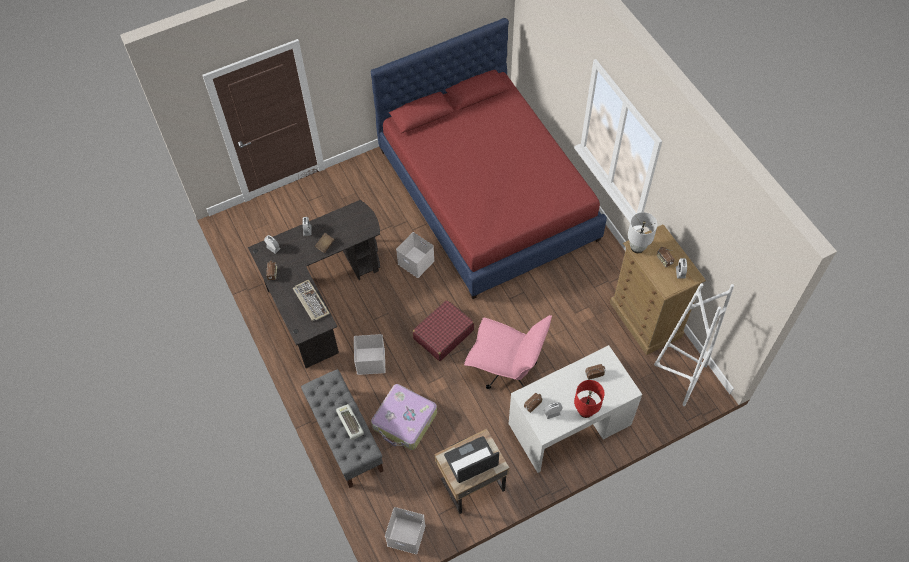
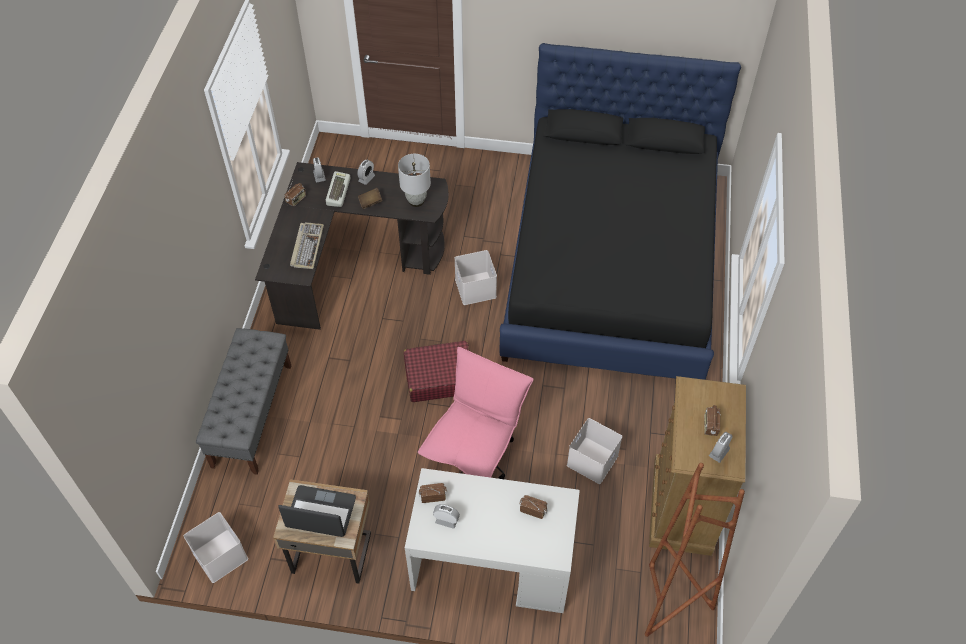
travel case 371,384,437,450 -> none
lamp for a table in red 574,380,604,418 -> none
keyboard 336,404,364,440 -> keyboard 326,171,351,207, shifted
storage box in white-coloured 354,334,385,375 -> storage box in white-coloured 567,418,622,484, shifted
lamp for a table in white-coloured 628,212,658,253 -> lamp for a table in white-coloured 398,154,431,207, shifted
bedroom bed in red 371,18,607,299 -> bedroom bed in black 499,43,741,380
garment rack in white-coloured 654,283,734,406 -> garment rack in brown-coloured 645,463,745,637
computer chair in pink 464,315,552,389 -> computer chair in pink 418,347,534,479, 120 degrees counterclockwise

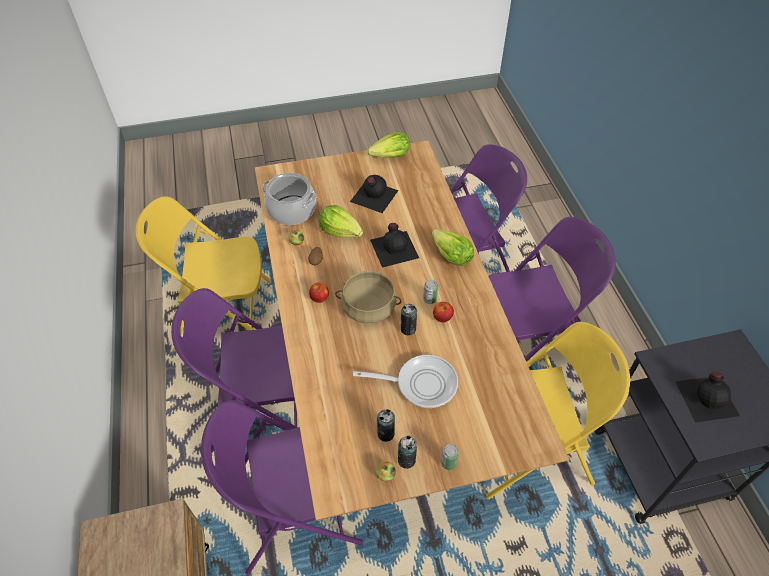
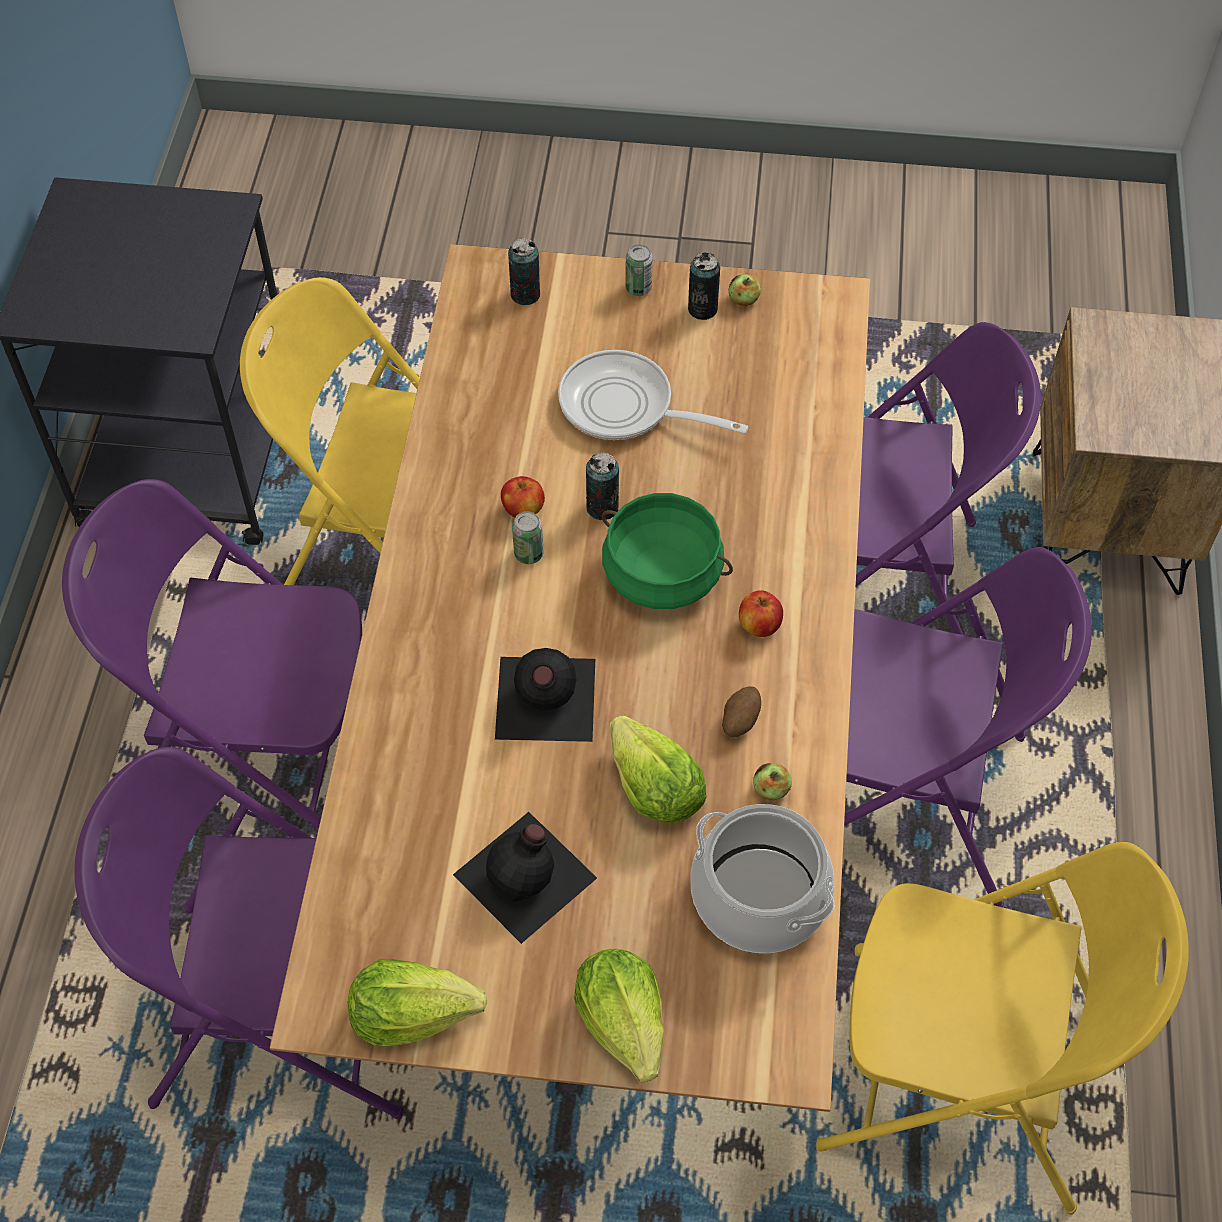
drink bottle in black 675,372,740,423 -> none
sealed can 377,409,395,442 -> sealed can 508,238,540,305, shifted
lettuce 432,229,474,266 -> lettuce 574,949,664,1082, shifted
cooking pot in beige-coloured 335,271,402,323 -> cooking pot in green-coloured 602,493,733,609

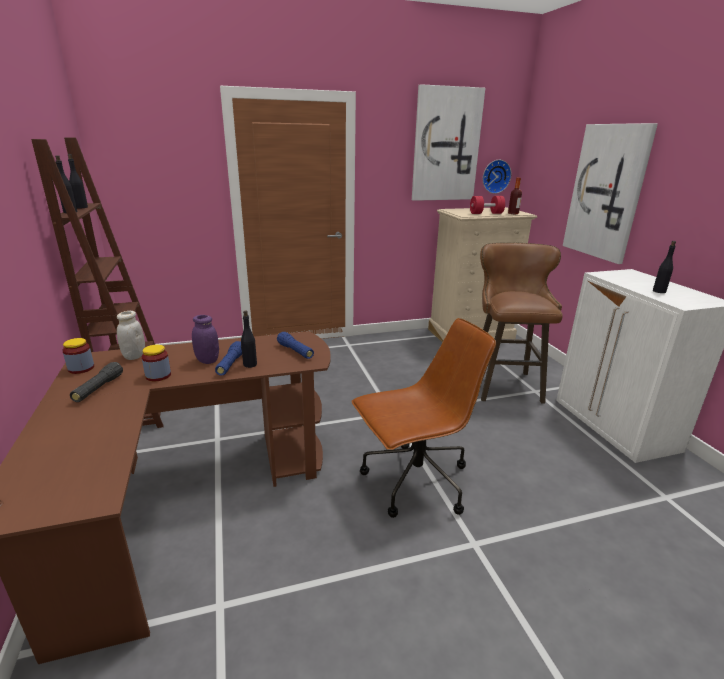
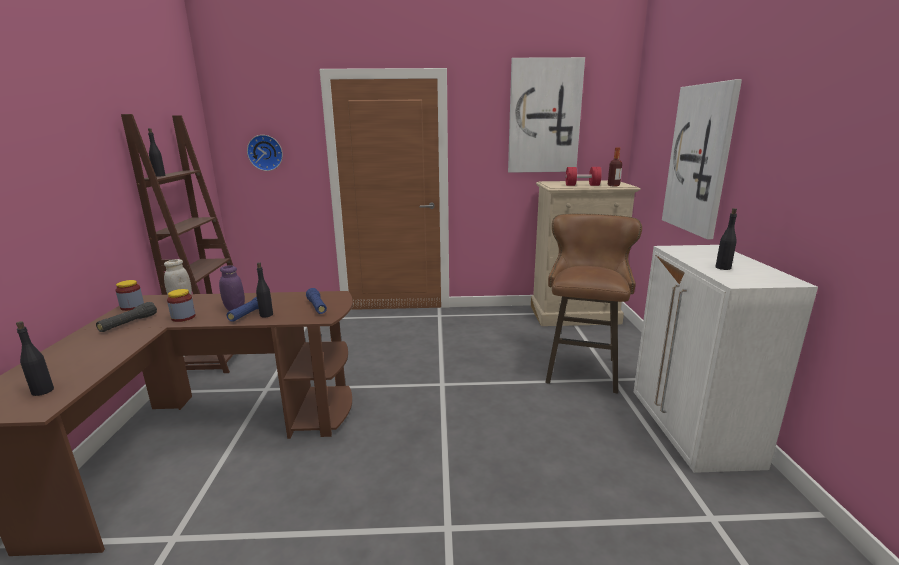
computer chair in brown-coloured 352,318,496,518 -> none
drink bottle in black 68,154,88,209 -> drink bottle in black 16,321,54,396, shifted
hanging clock 483,160,511,194 -> hanging clock 247,135,283,171, shifted

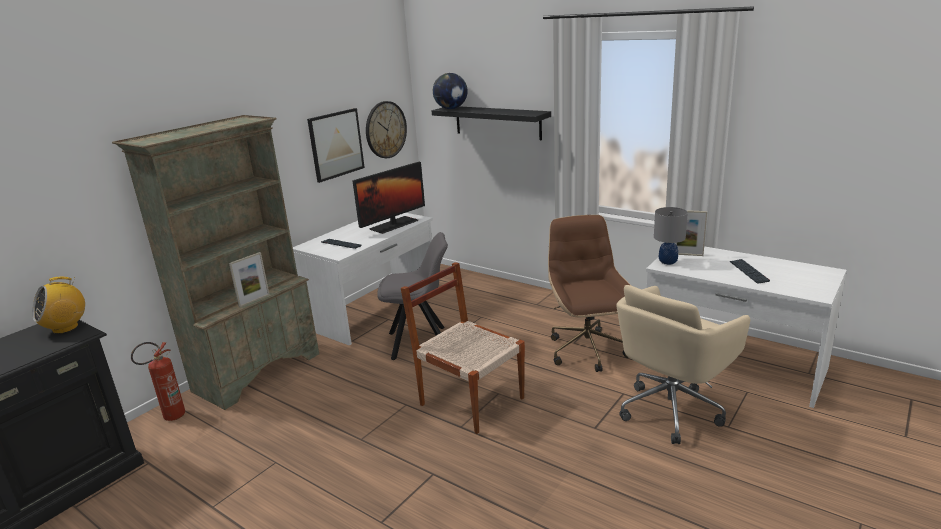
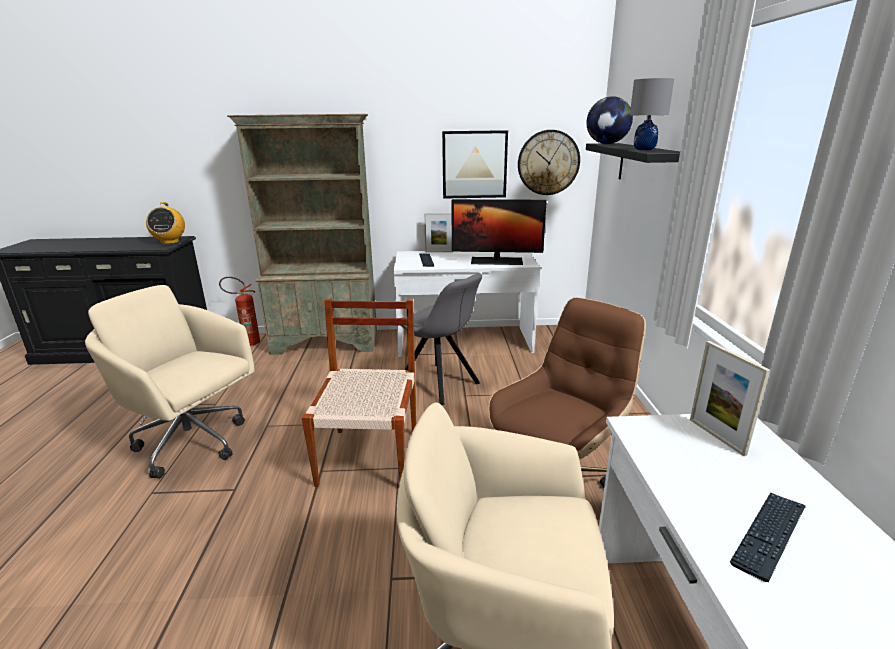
none -> computer chair in beige-coloured 85,285,254,479
photo frame 229,252,270,307 -> photo frame 424,213,452,252, shifted
lamp for a table in gray 654,207,688,265 -> lamp for a table in gray 630,78,674,150, shifted
radio set 32,277,85,334 -> radio set 146,202,185,244, 105 degrees counterclockwise

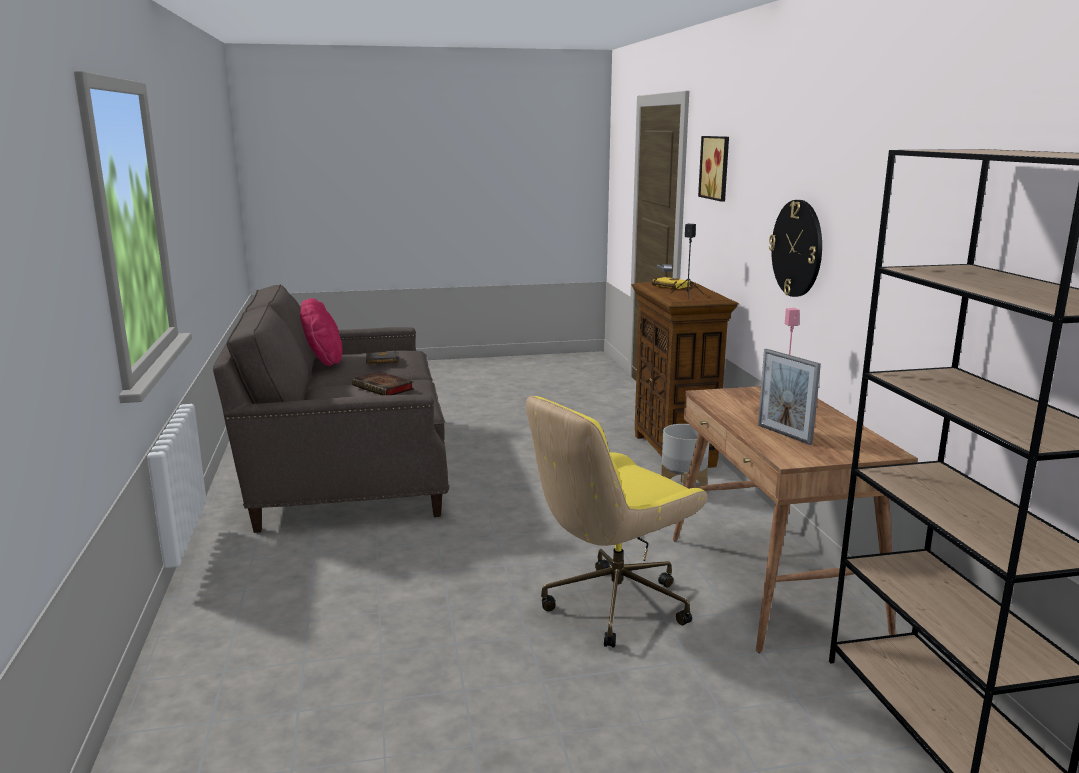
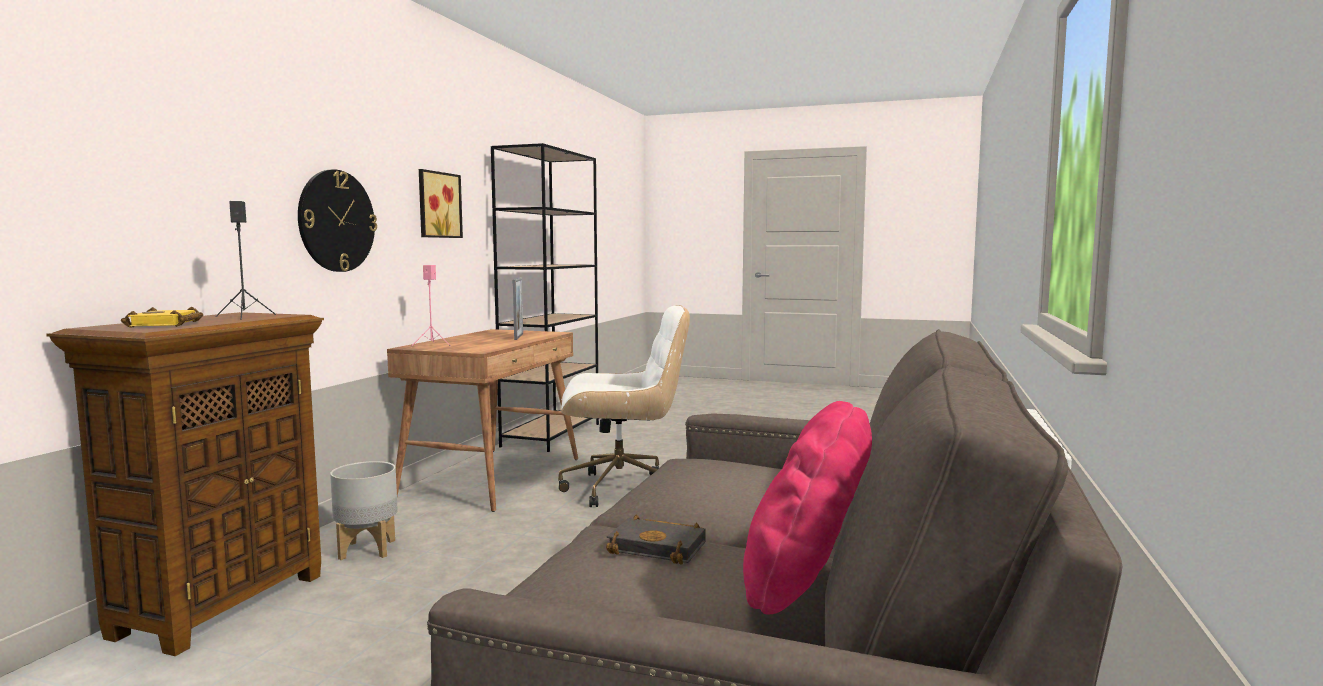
book 352,371,414,395 -> none
wall picture 698,136,729,202 -> wall picture 419,169,463,238, shifted
computer chair in yellowish 526,396,708,647 -> computer chair in white-coloured 558,305,690,507

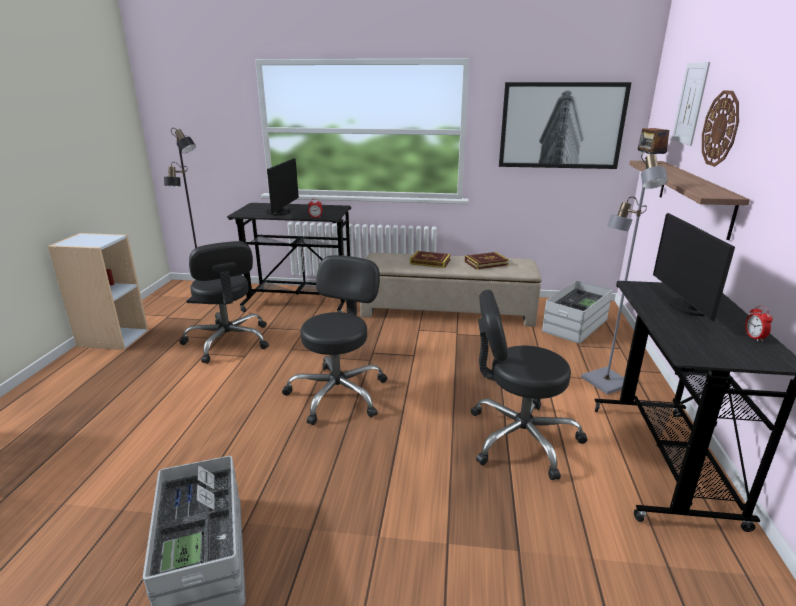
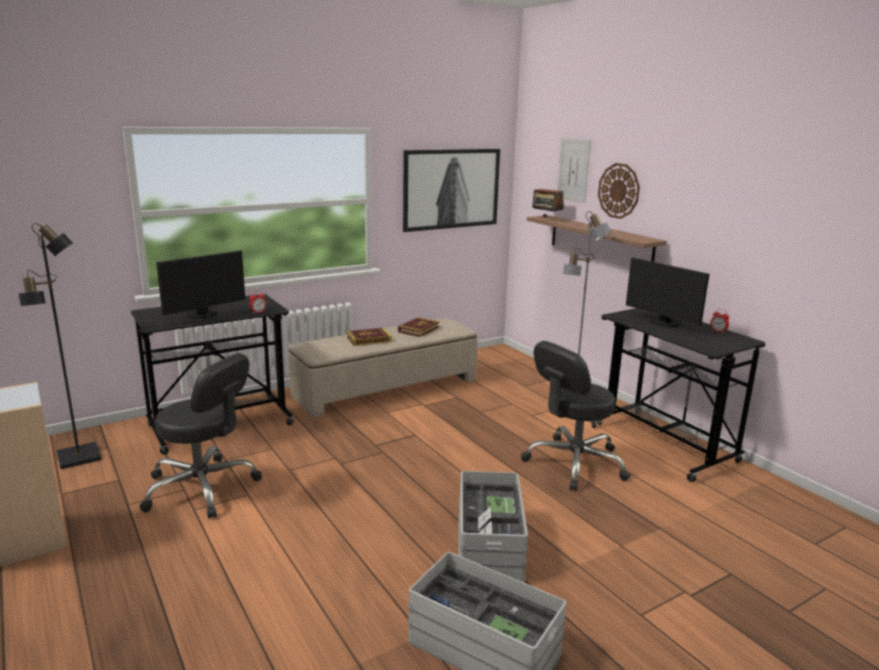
computer chair in black 282,255,388,425 -> none
storage box in gray 542,281,613,343 -> storage box in gray 459,471,528,583, shifted
computer display 266,158,299,215 -> computer display 156,250,245,318, 75 degrees clockwise

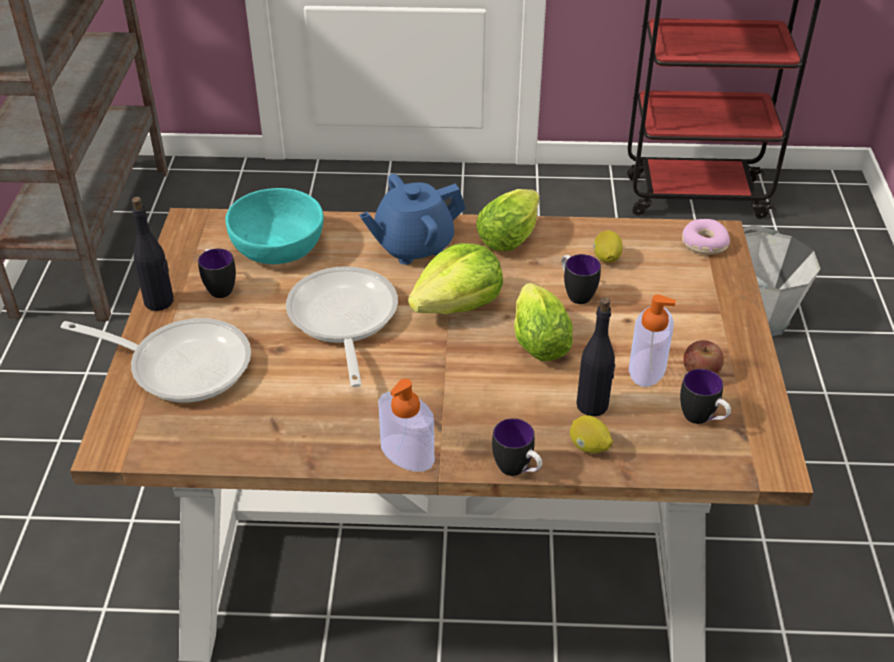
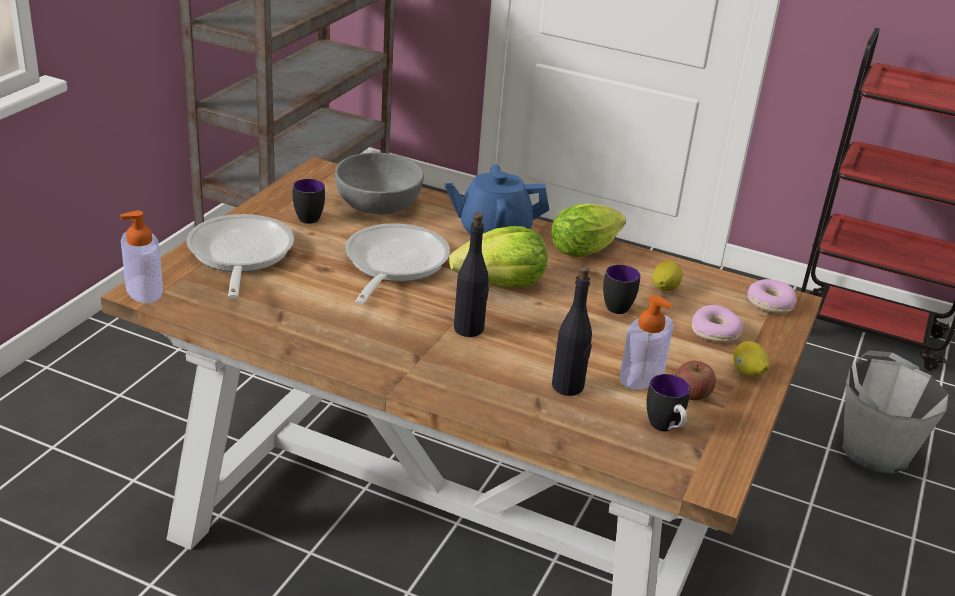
coffee mug 492,418,543,476 -> none
lettuce 514,283,573,361 -> none
none -> ring doughnut 692,305,743,342
drink bottle in black 132,197,174,311 -> drink bottle in black 454,213,489,337, shifted
soap bottle 378,379,434,472 -> soap bottle 120,211,163,303, shifted
whole lemon 570,415,613,453 -> whole lemon 733,341,769,376, shifted
bowl in turquoise 225,188,324,264 -> bowl in gray 335,152,424,214
pan 61,318,251,403 -> pan 187,214,294,298, 135 degrees counterclockwise

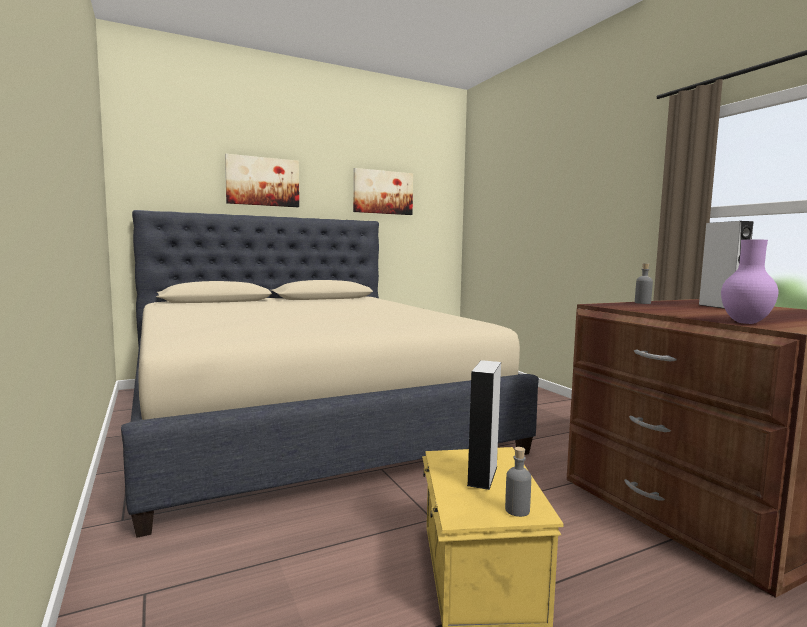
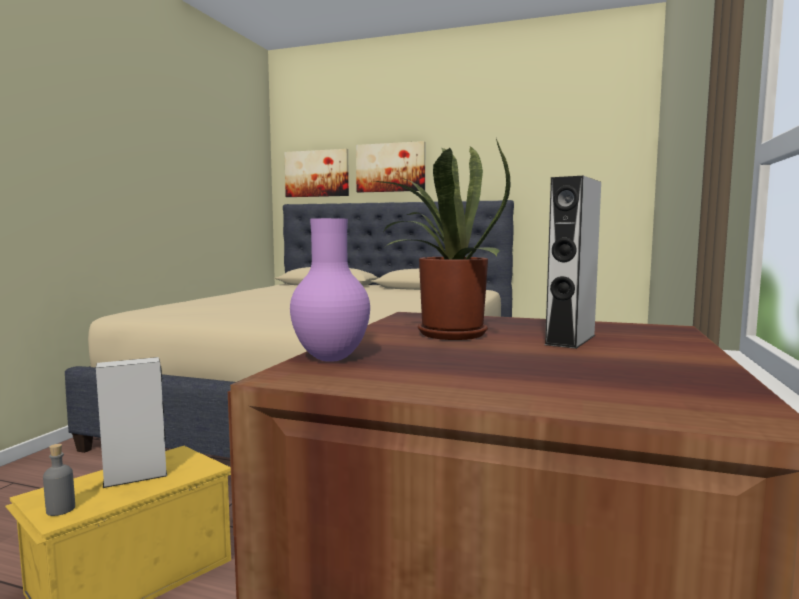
drink bottle in gray 635,263,653,304 -> none
none -> plant in a pot 374,138,511,340
wall picture 353,168,413,215 -> wall picture 284,149,349,197, shifted

